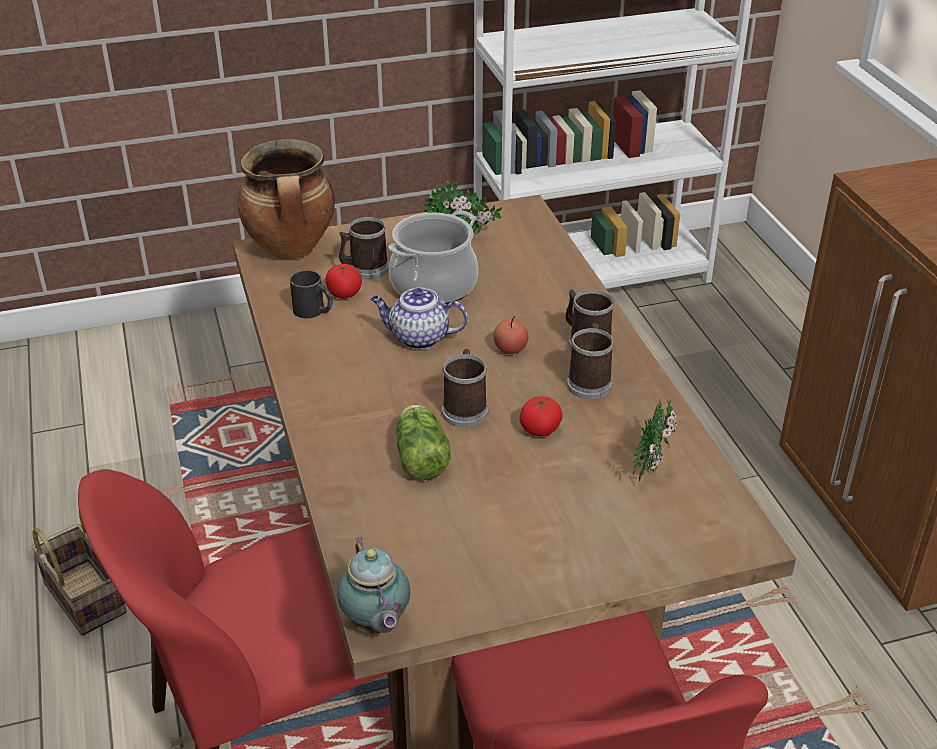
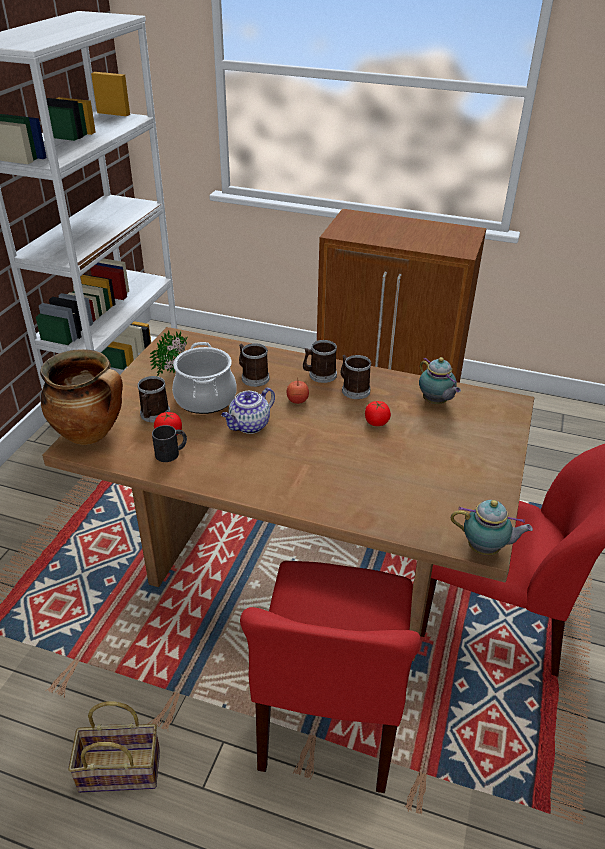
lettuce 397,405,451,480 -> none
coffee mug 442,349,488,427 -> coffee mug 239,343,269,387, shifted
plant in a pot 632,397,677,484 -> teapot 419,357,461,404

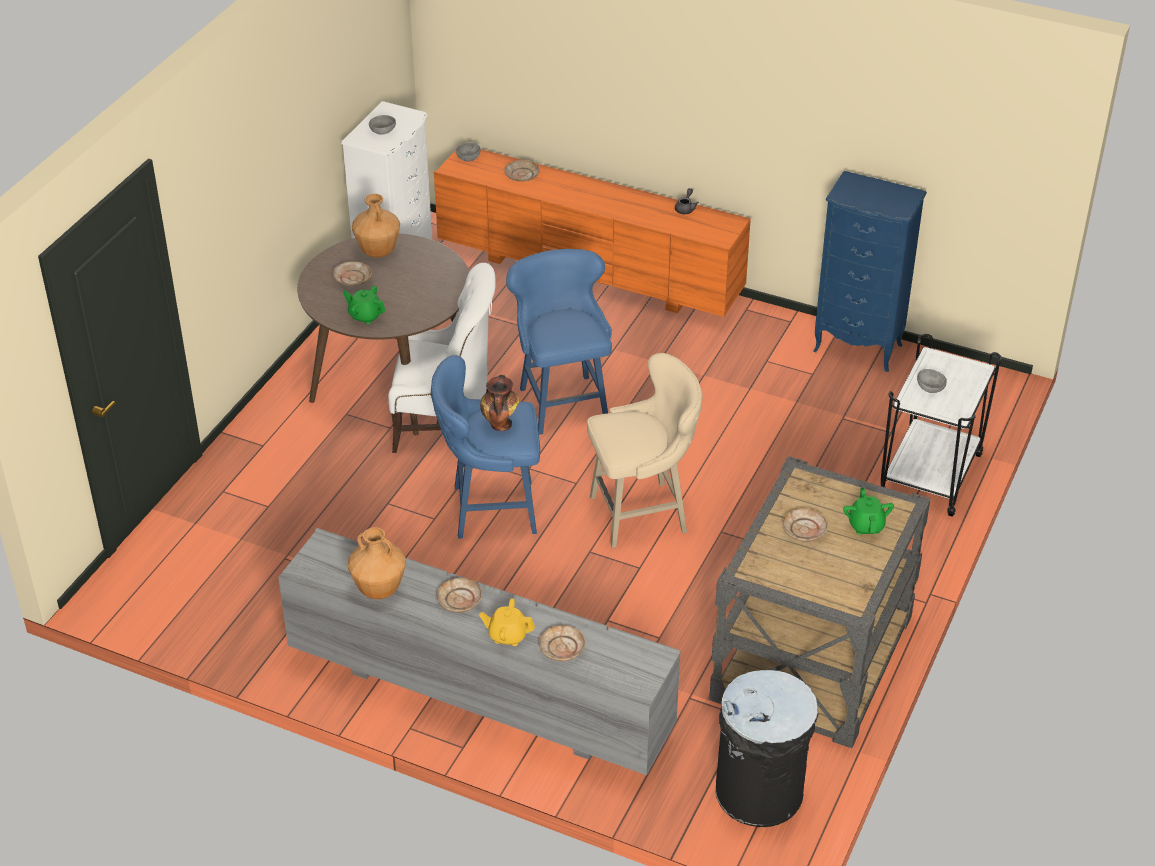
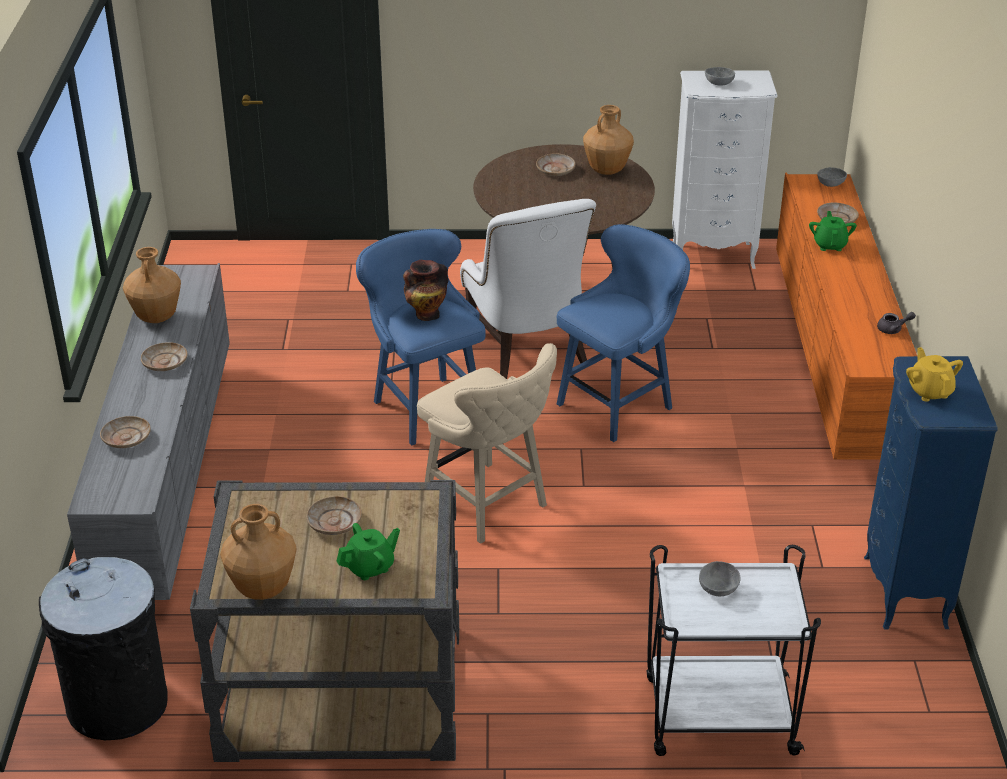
none -> decorative vase in brown-coloured 220,504,297,600
teapot in green-coloured 343,286,386,324 -> teapot in green-coloured 809,211,857,251, shifted
teapot in yellowish 479,598,535,646 -> teapot in yellowish 906,347,963,402, shifted

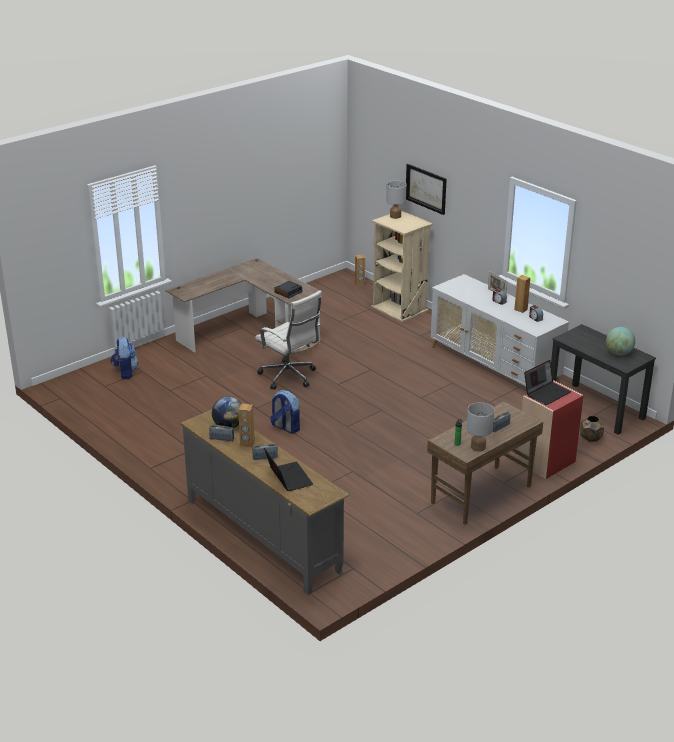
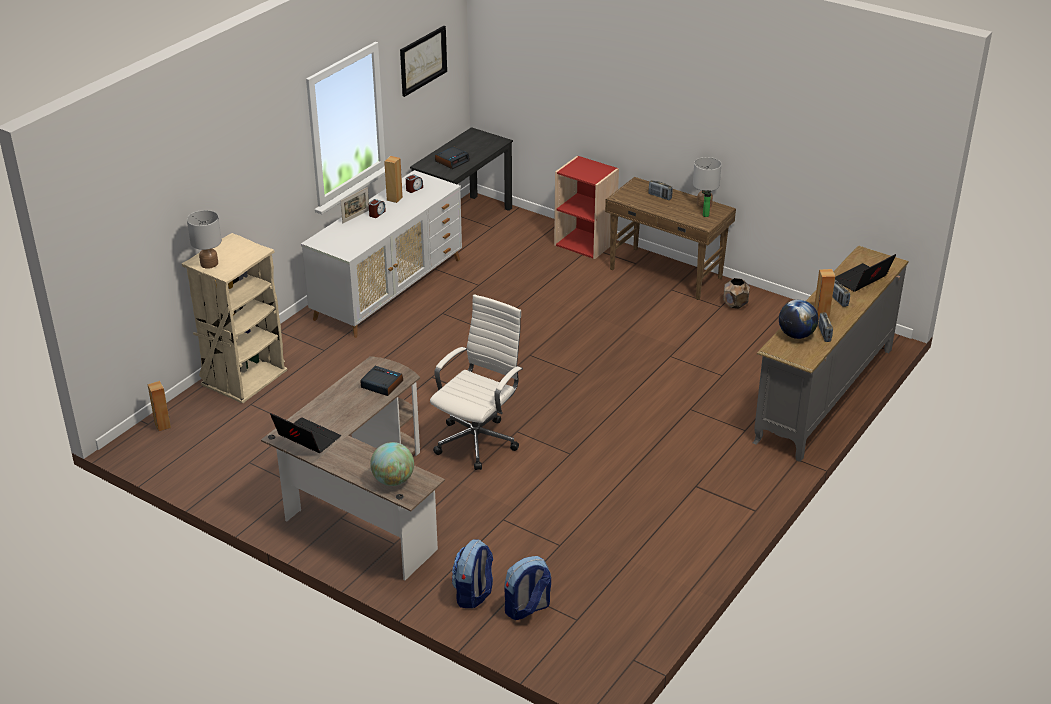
none -> table clock 435,146,470,169
rucksack 270,390,300,434 -> rucksack 452,539,493,608, shifted
wall picture 406,164,447,215 -> wall picture 400,26,447,97, shifted
portable computer 524,360,571,405 -> portable computer 270,413,341,453, shifted
flower pot in brown-coloured 580,416,604,442 -> flower pot in brown-coloured 723,278,750,309, shifted
desk globe 606,327,635,355 -> desk globe 370,442,414,486, shifted

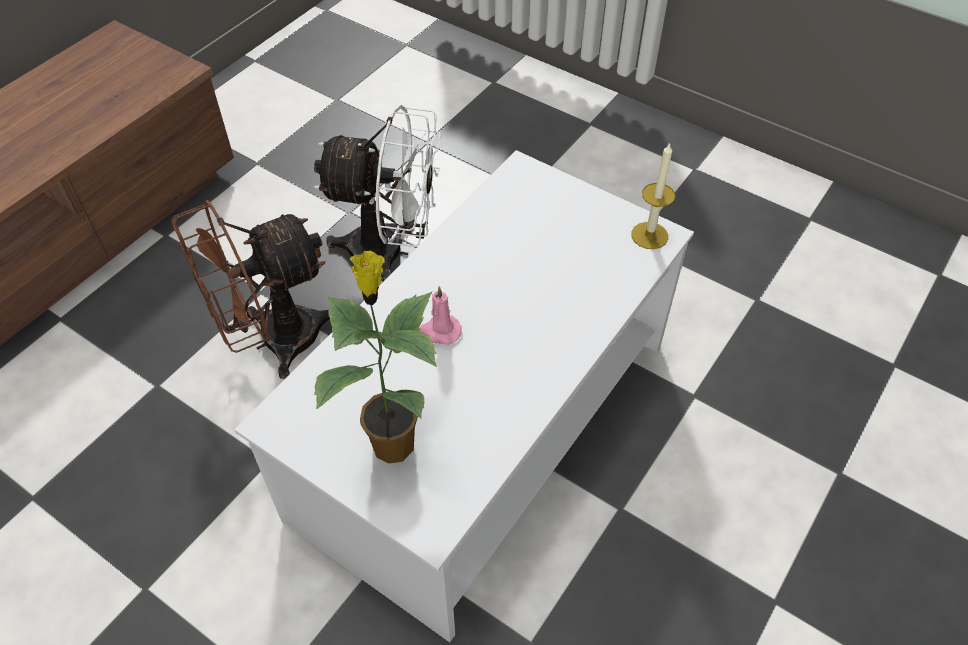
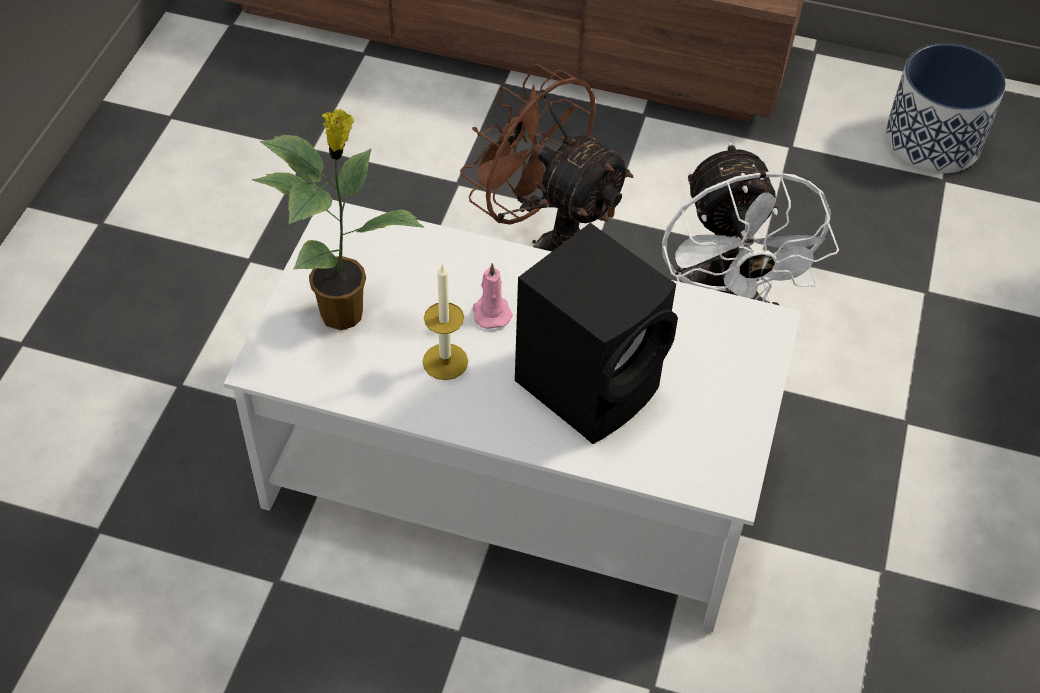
none -> loudspeaker in black 515,223,678,444
none -> flower pot 885,43,1006,173
wax candle 631,142,675,249 -> wax candle 422,263,468,380, shifted

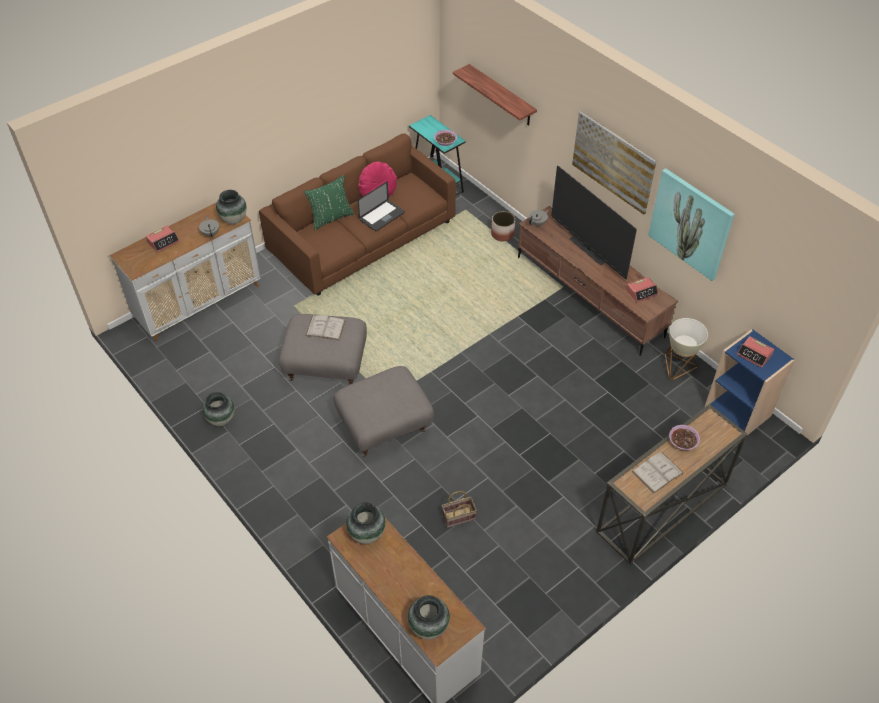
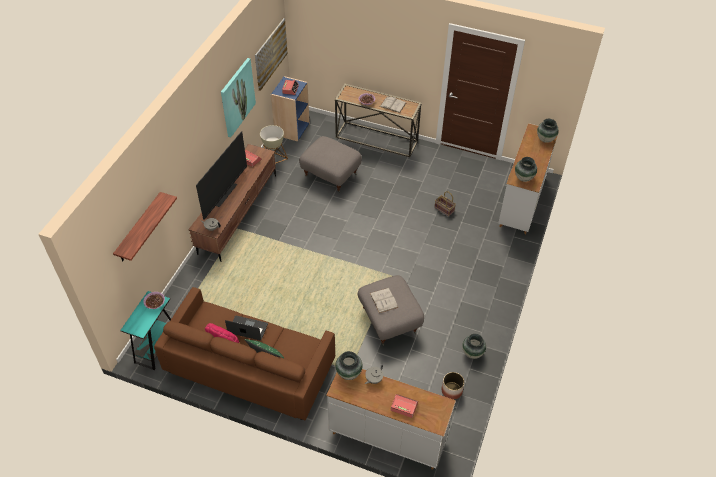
ottoman in gray 334,366,434,457 -> ottoman in gray 299,136,362,193, shifted
flower pot 491,211,515,241 -> flower pot 442,372,465,400, shifted
wall picture 572,111,656,215 -> wall picture 255,18,288,91, shifted

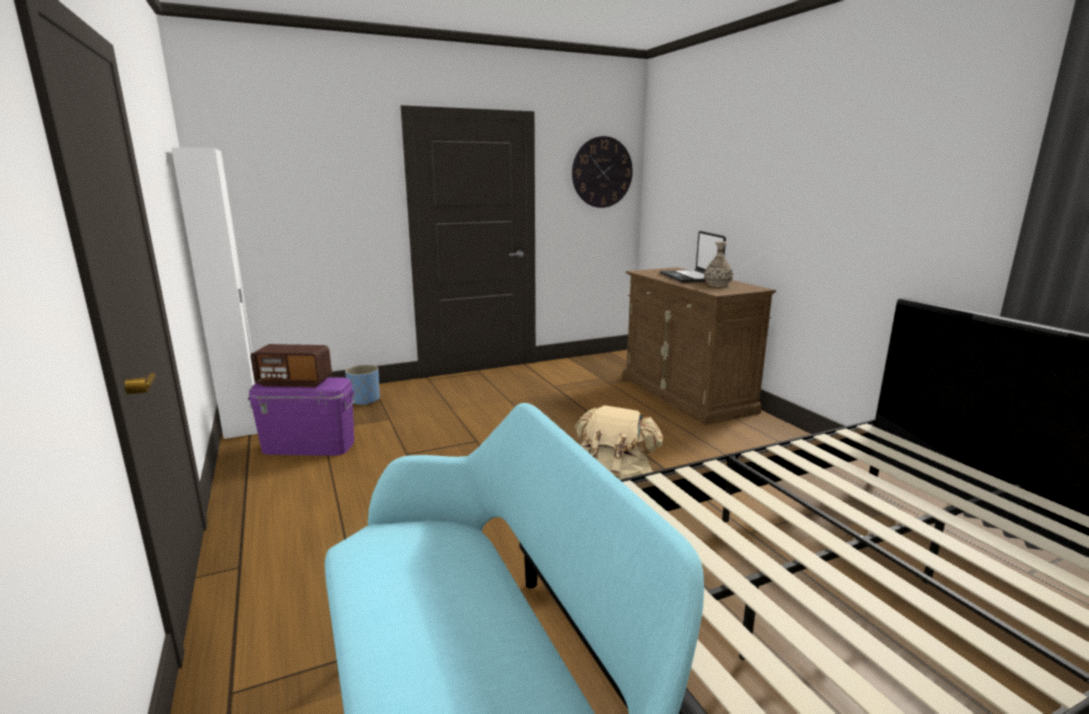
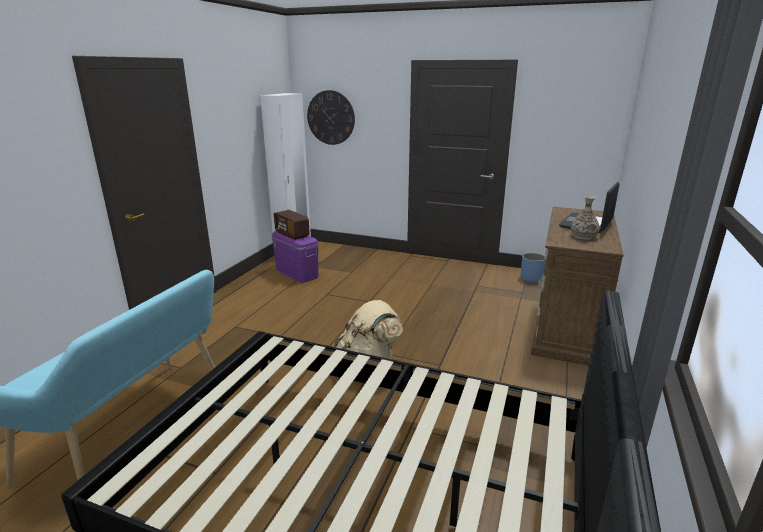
flower pot in bluish 345,365,380,406 -> flower pot in bluish 521,253,546,282, shifted
hanging clock 572,136,633,208 -> hanging clock 307,90,355,145, shifted

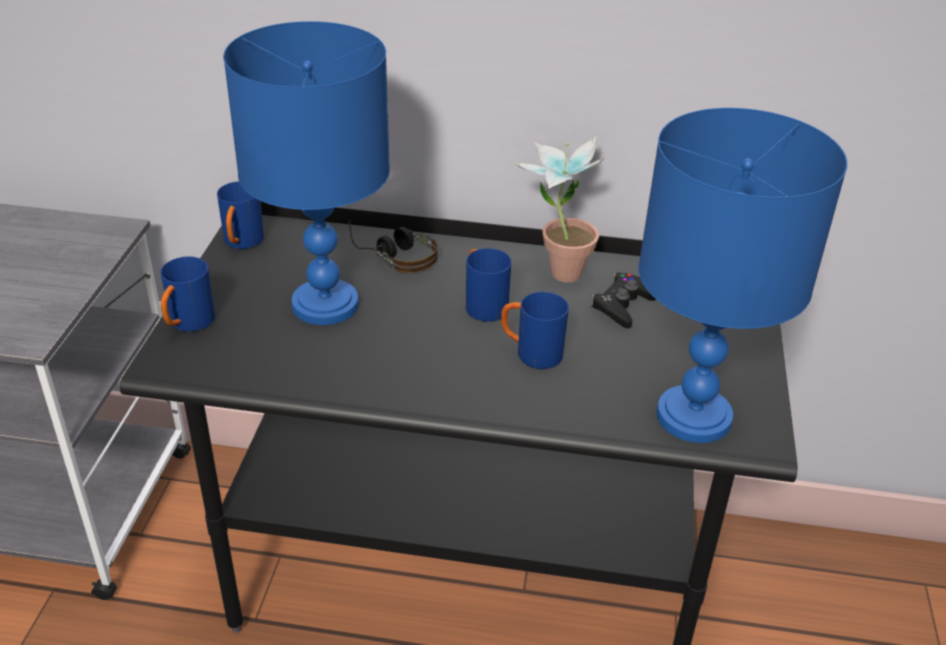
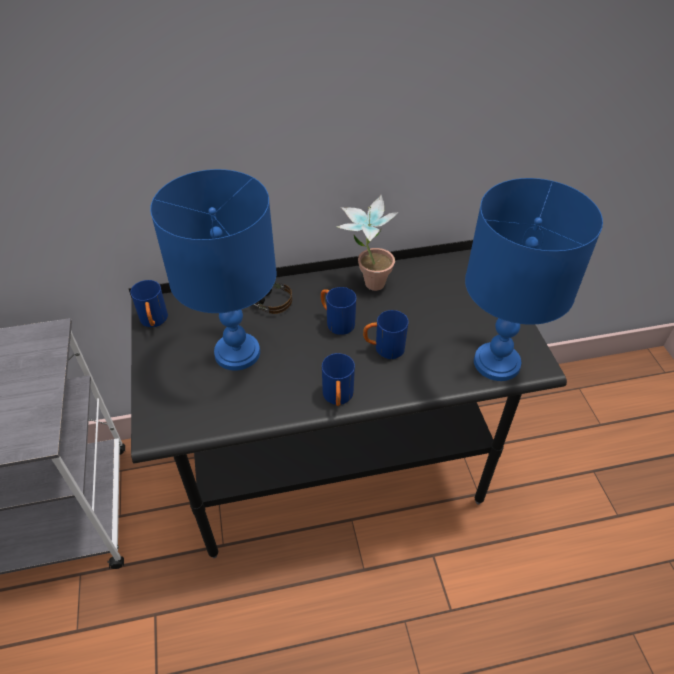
joypad in black 591,272,656,328 -> none
coffee mug in bluish 160,256,215,332 -> coffee mug in bluish 322,353,355,406, shifted

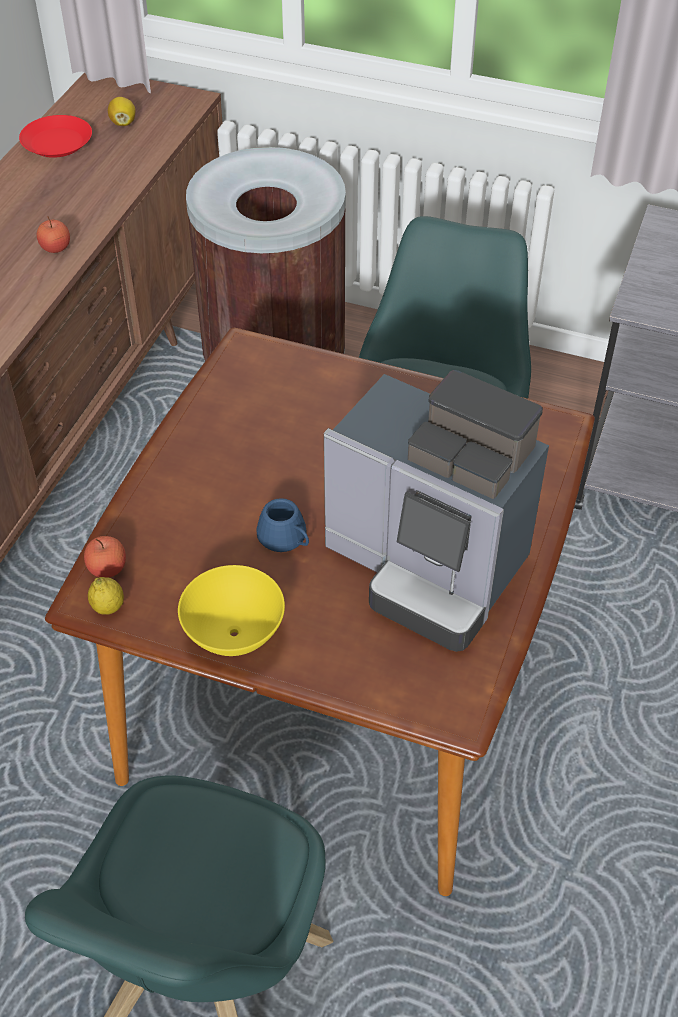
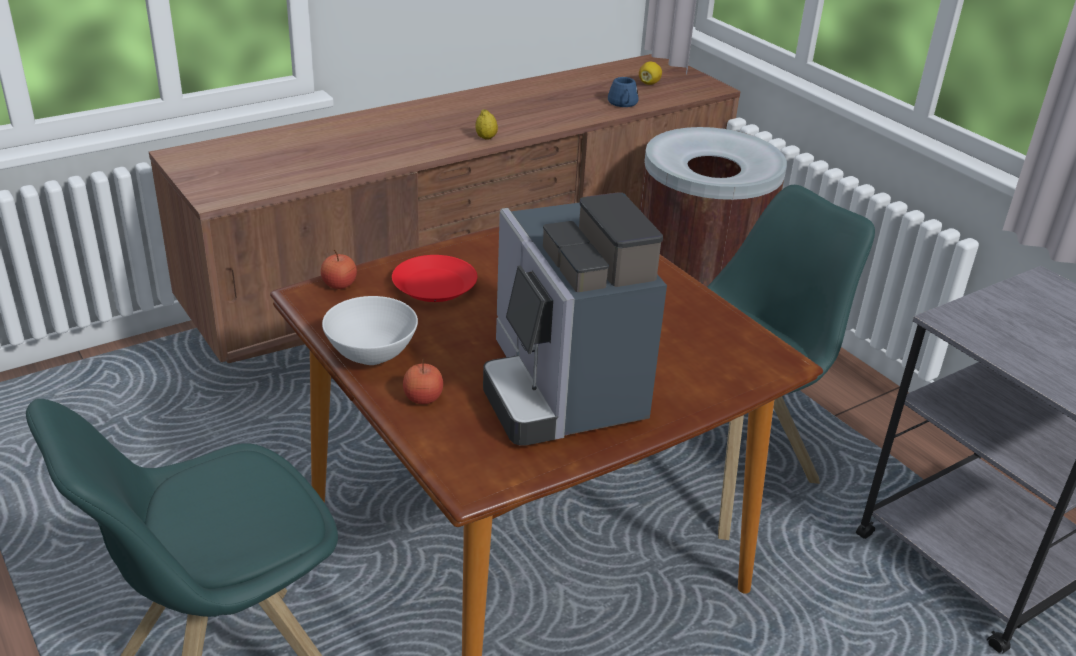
dinner plate in red 19,115,92,158 -> dinner plate in red 392,255,477,302, shifted
apple 37,216,70,253 -> apple 403,359,443,404, shifted
whole lemon 88,577,124,615 -> whole lemon 475,109,498,140, shifted
coffee mug in bluish 257,498,309,552 -> coffee mug in bluish 608,77,638,107, shifted
bowl in yellowish 178,565,285,656 -> bowl in white-coloured 322,296,418,365

